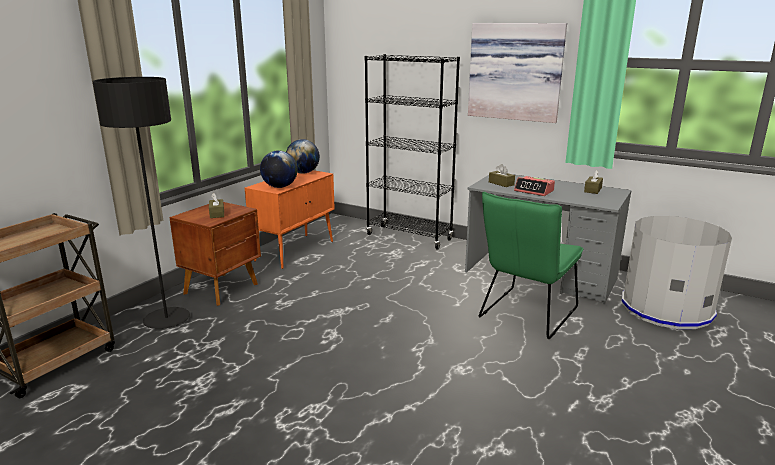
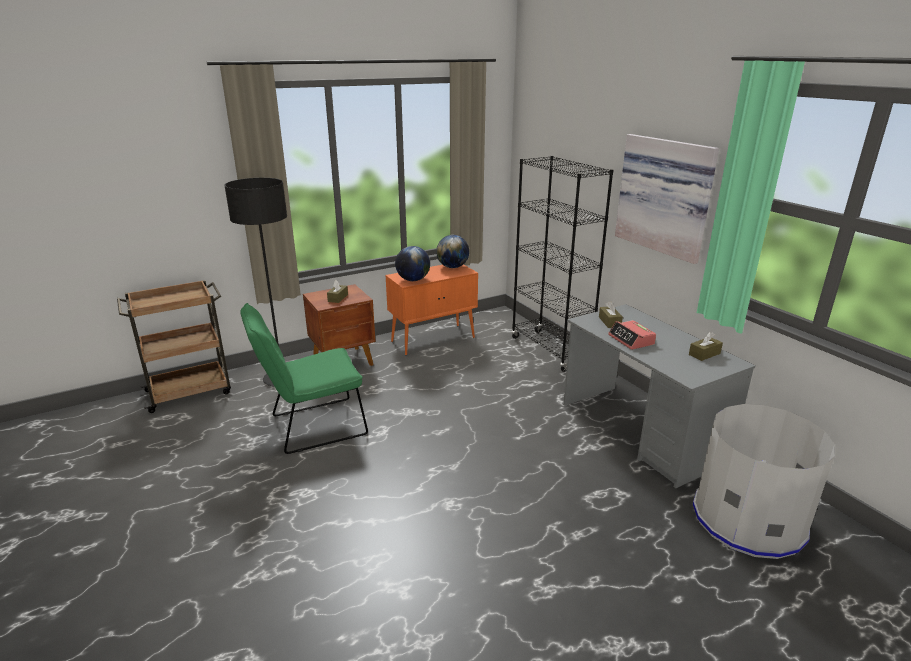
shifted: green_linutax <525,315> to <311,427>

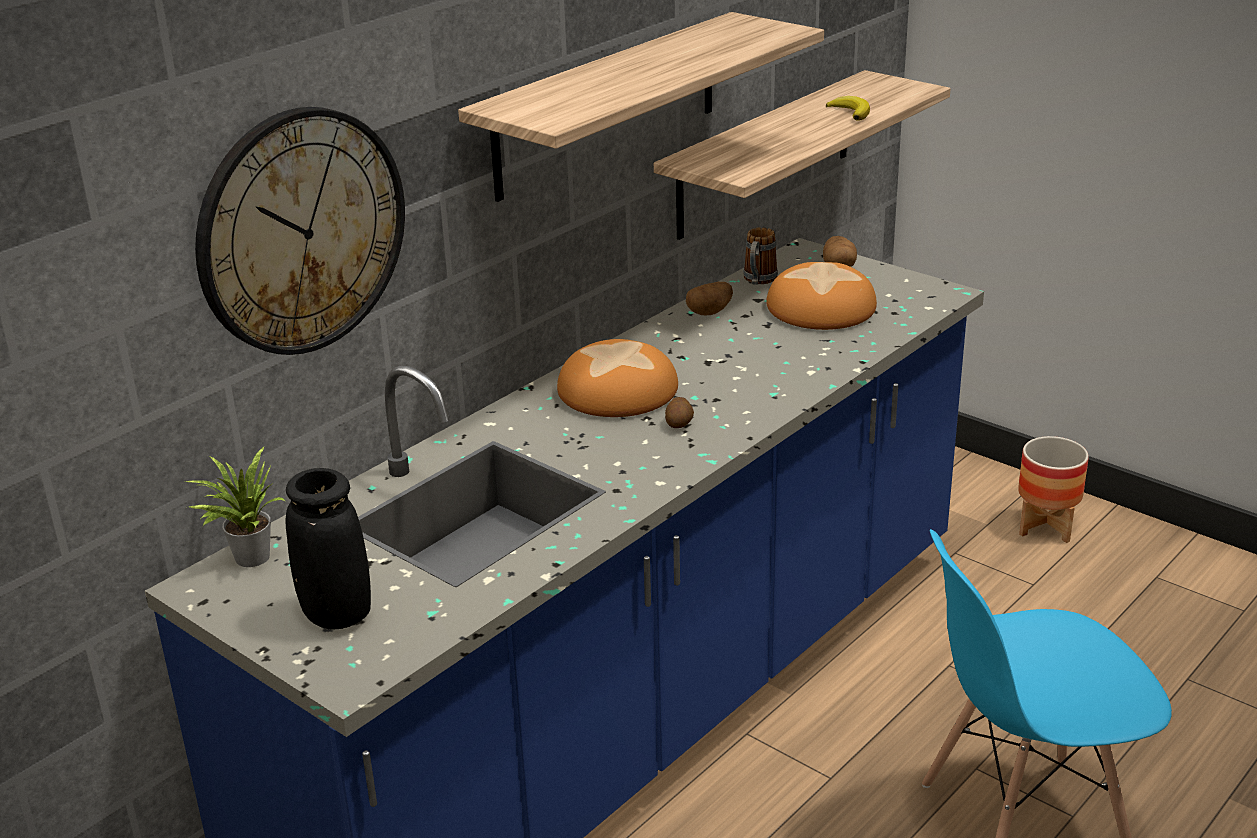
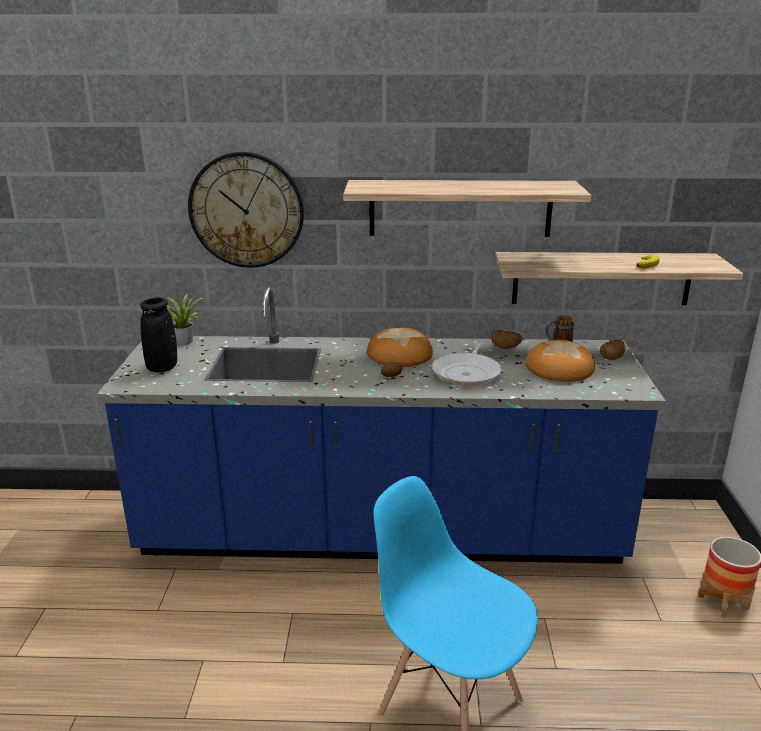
new: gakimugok <467,373>

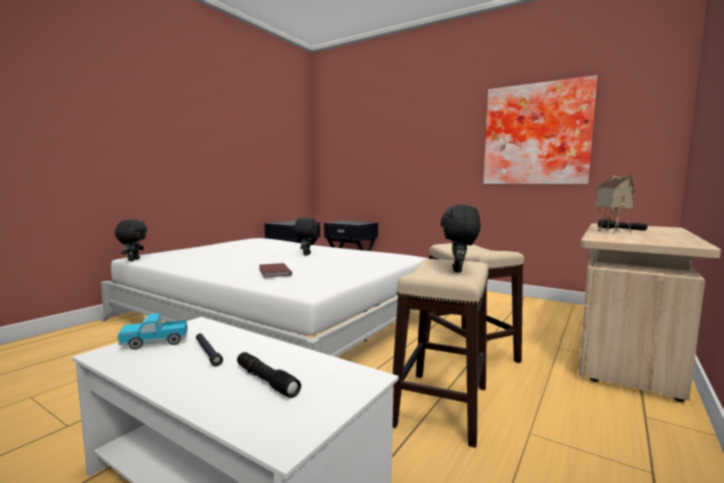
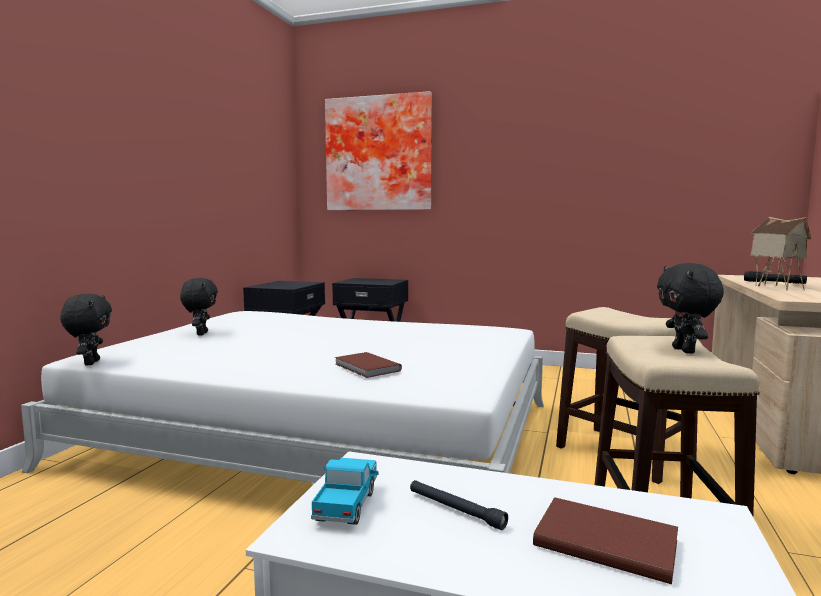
shifted: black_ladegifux <306,254> to <201,334>; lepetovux <536,135> to <379,154>
swapped: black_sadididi <266,381> to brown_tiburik <604,541>
rotated: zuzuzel <154,342> = <347,505> 135 degrees clockwise

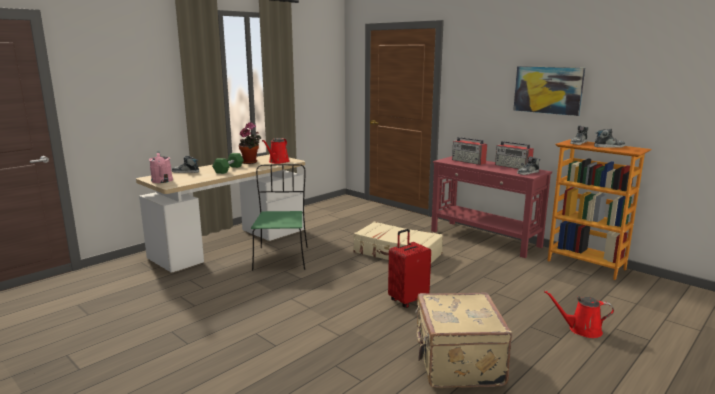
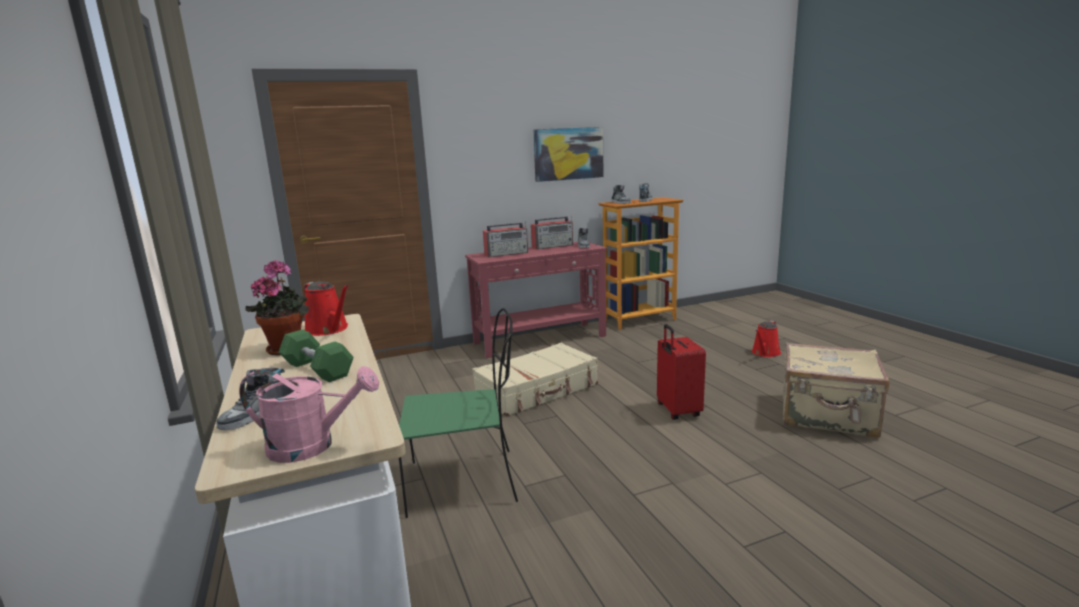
rotated: green_linutax <281,257> = <465,481> 150 degrees clockwise

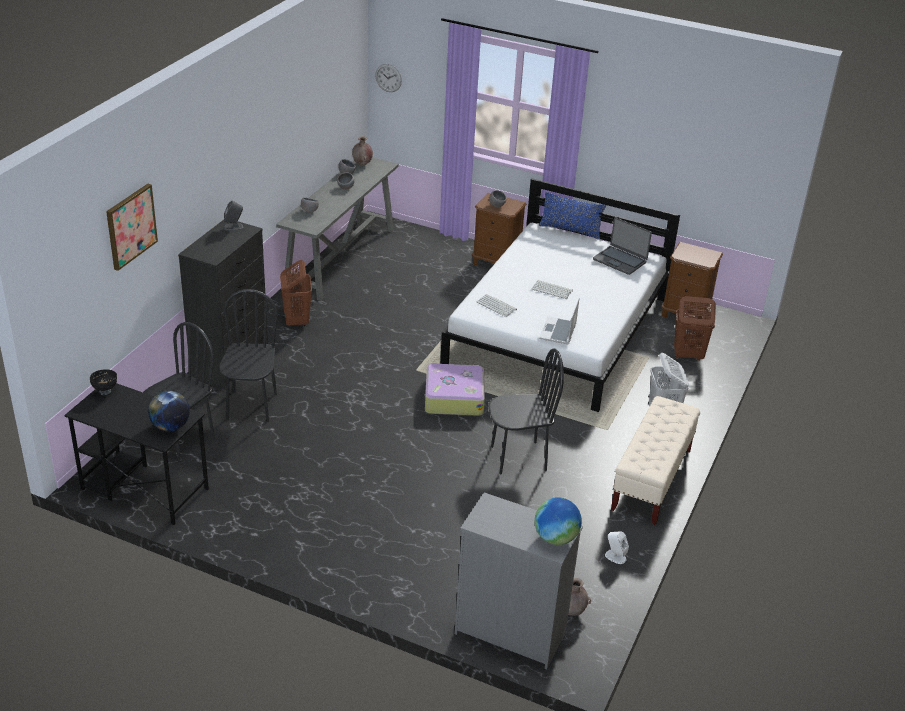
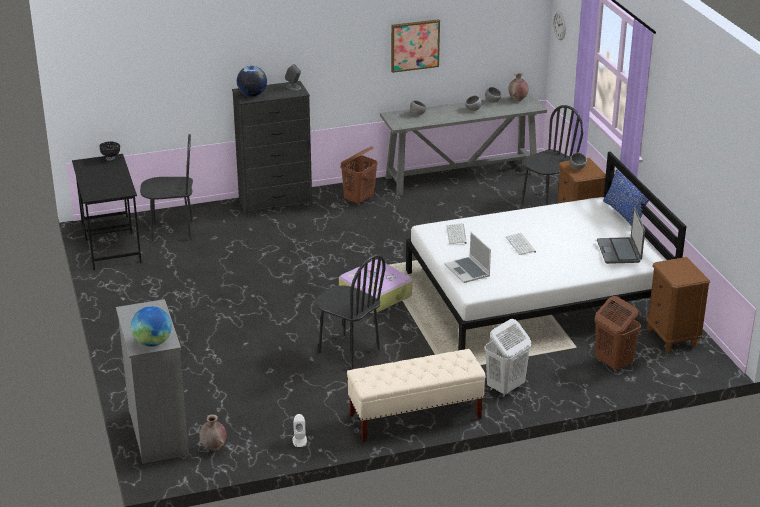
shifted: lepetovux <131,226> to <414,45>; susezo <170,427> to <252,95>; black_linutax <251,406> to <546,204>
rotated: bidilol <558,332> = <468,271> 90 degrees counterclockwise

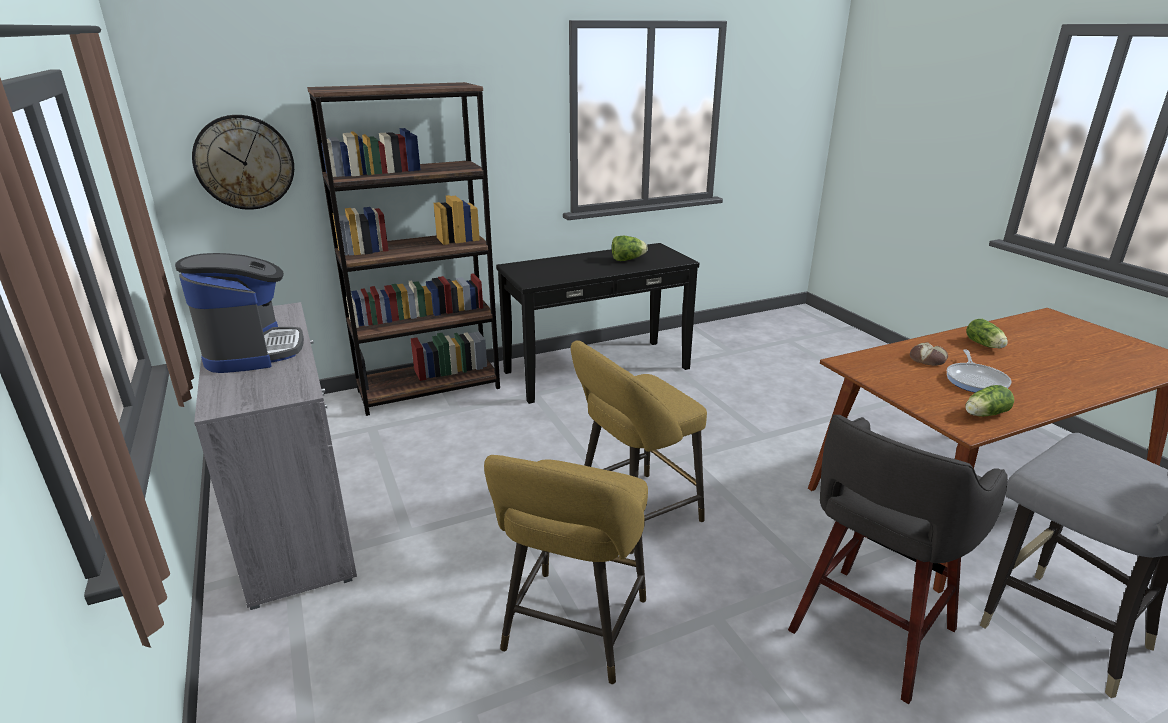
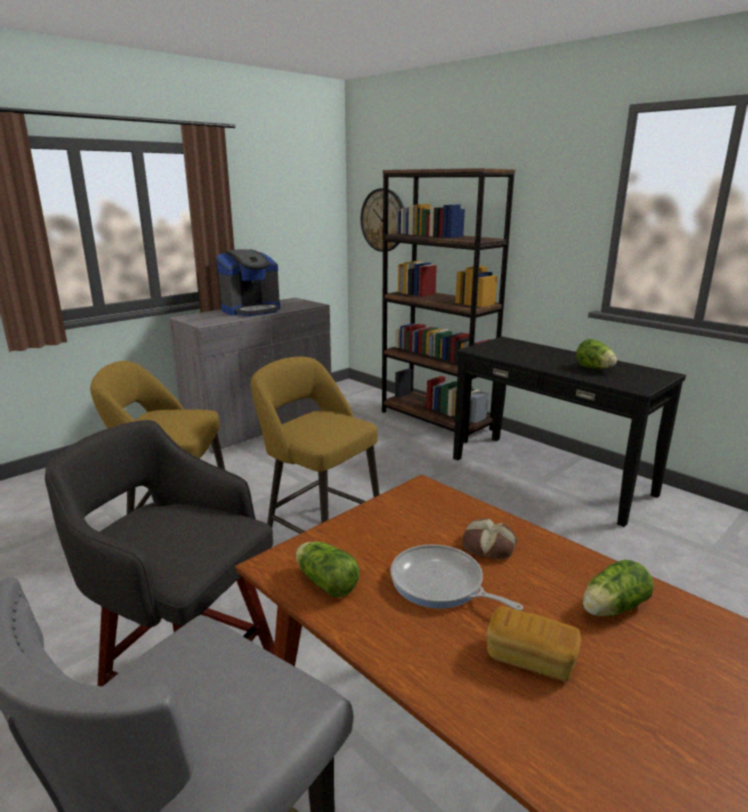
new: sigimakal <530,659>
rotated: gakimugok <976,380> = <441,584> 45 degrees clockwise

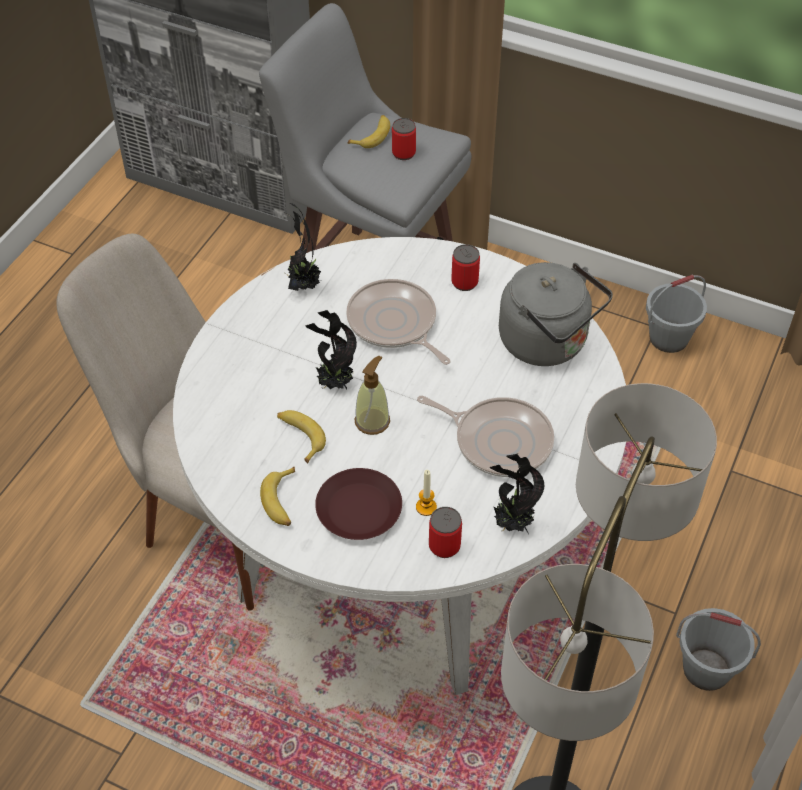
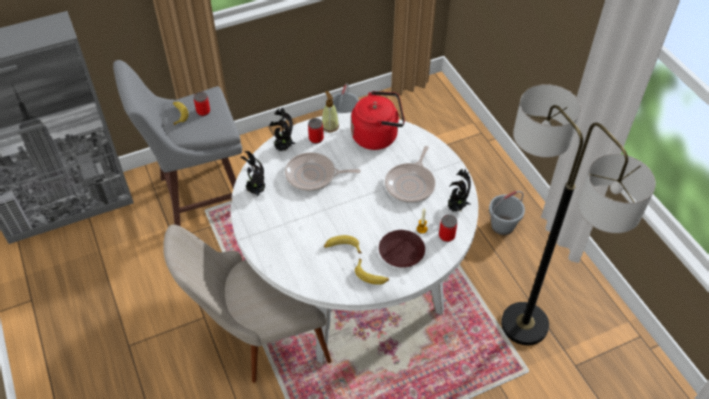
shifted: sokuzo <333,384> to <283,148>; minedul <372,421> to <330,126>
repainted: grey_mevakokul <548,343> to red_mevakokul <377,136>
rotated: gakimugok <498,440> = <411,184> 135 degrees clockwise

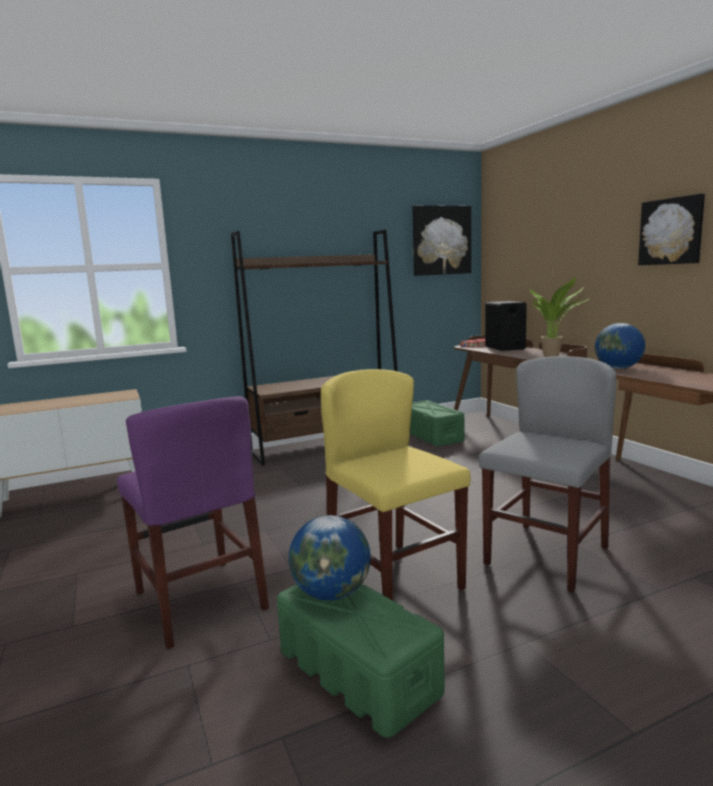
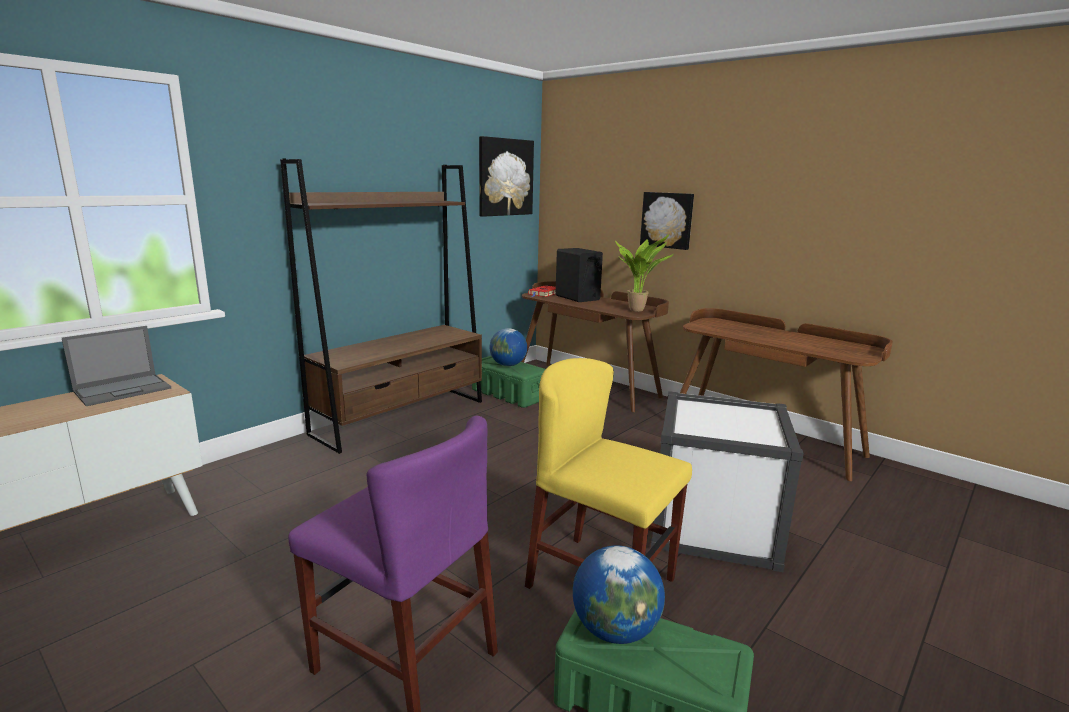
new: bidilol <124,389>
shifted: susezo <618,368> to <508,365>; lepetovux <671,231> to <667,220>
swapped: grey_linutax <546,555> to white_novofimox <714,525>

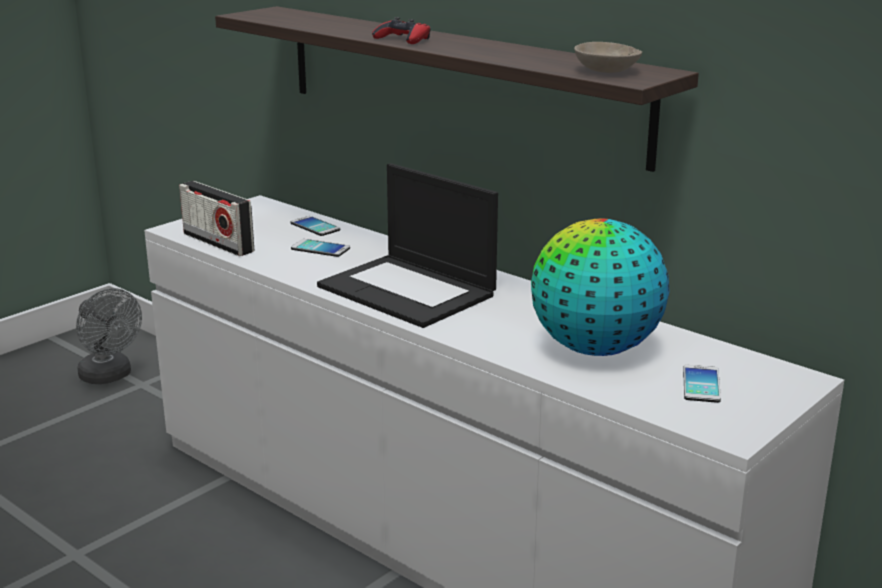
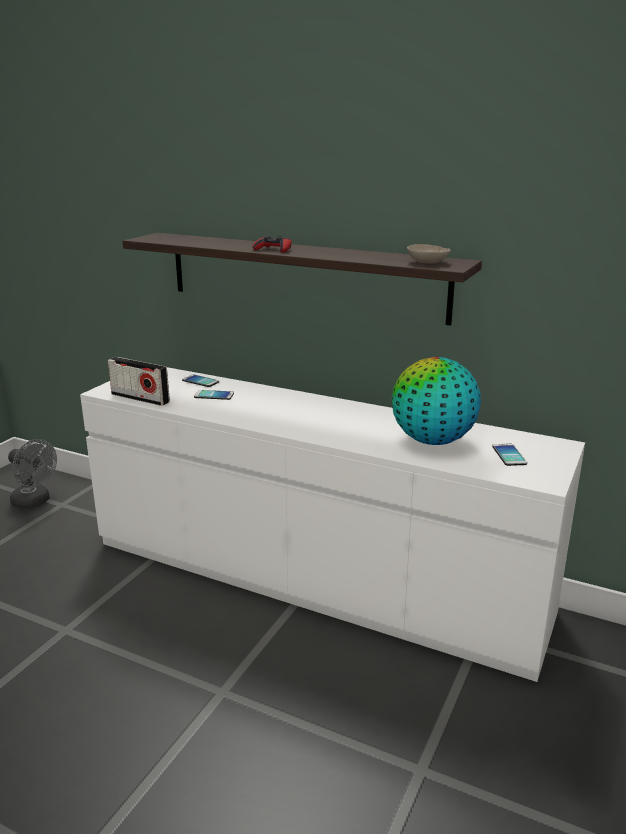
gone: bidilol <409,291>

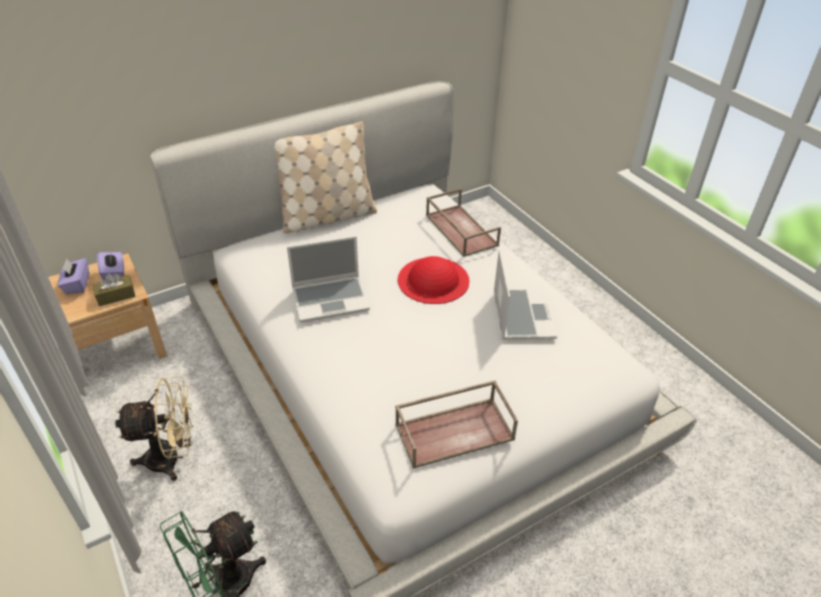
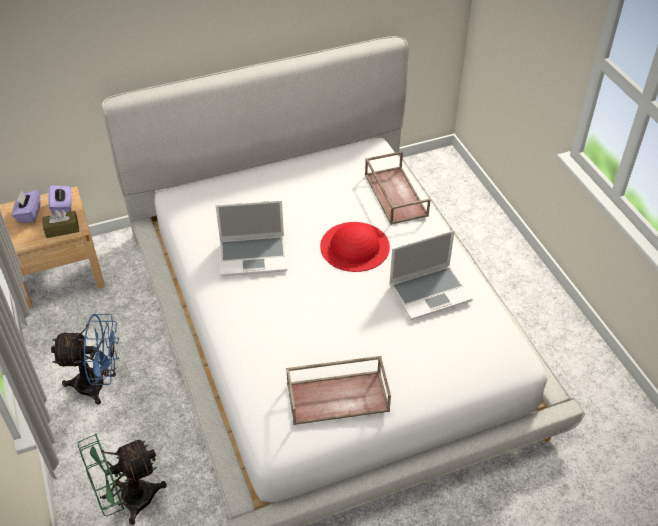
gone: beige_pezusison <327,216>
repainted: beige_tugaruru <172,459> to blue_tugaruru <98,384>
rotated: bidilol <521,315> = <430,292> 60 degrees clockwise

